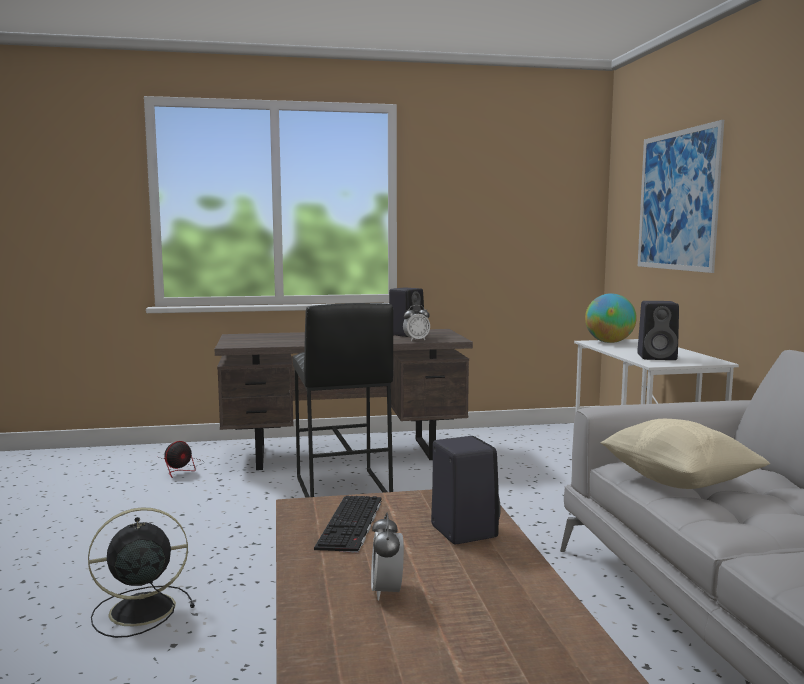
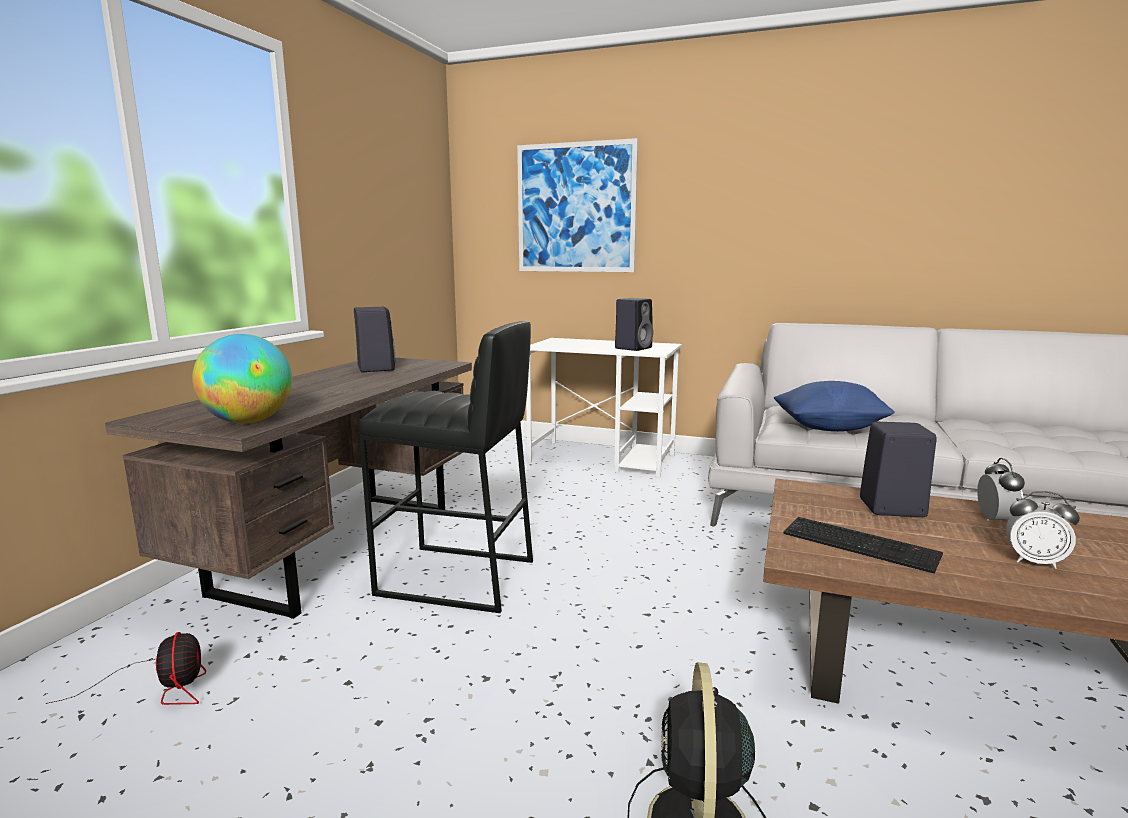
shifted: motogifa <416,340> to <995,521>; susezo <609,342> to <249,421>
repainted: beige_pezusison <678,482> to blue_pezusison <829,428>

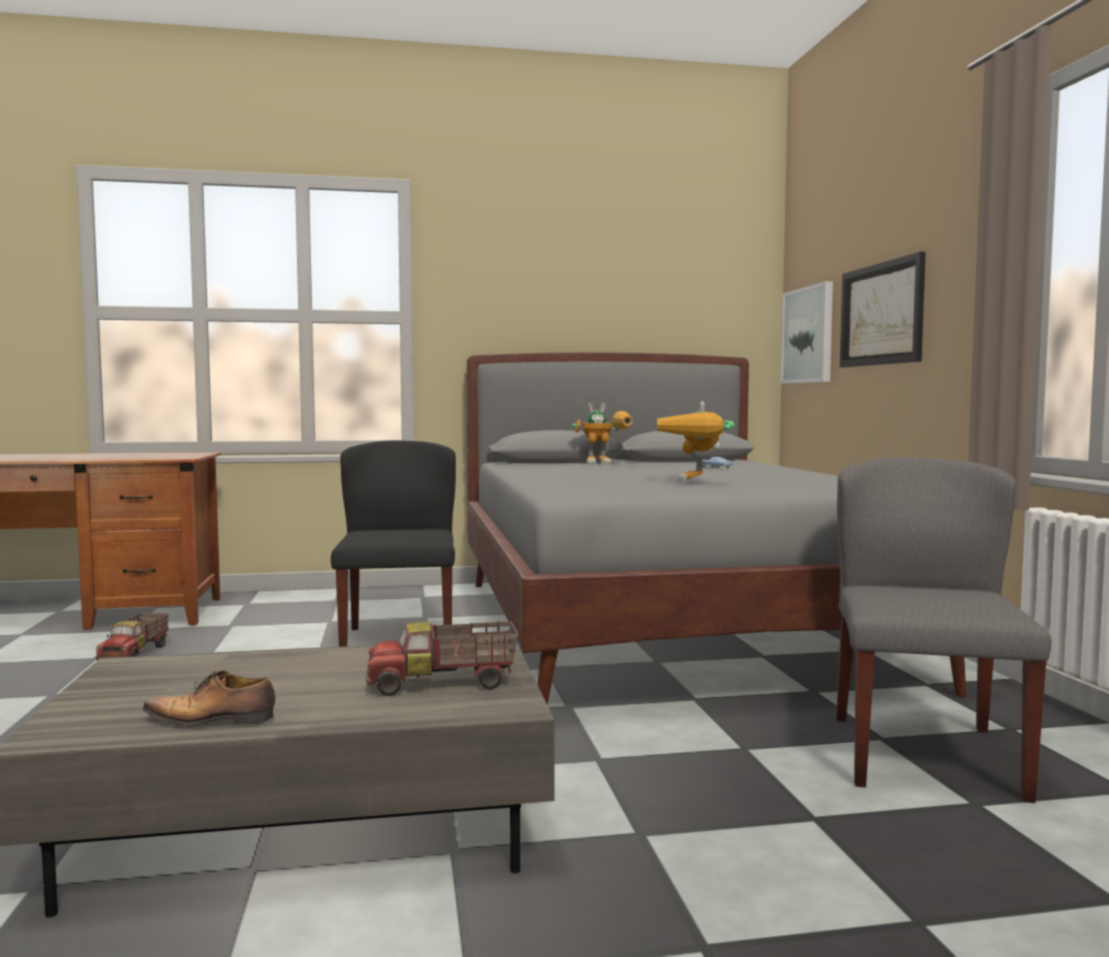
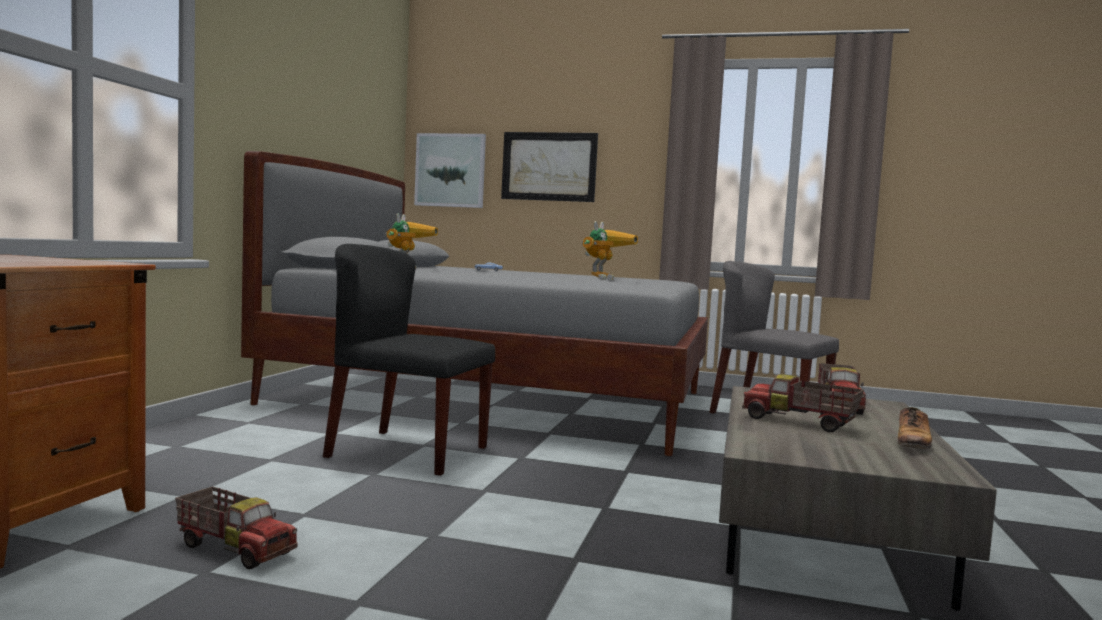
new: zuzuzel <799,423>
rotated: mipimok <697,482> = <603,279> 90 degrees counterclockwise

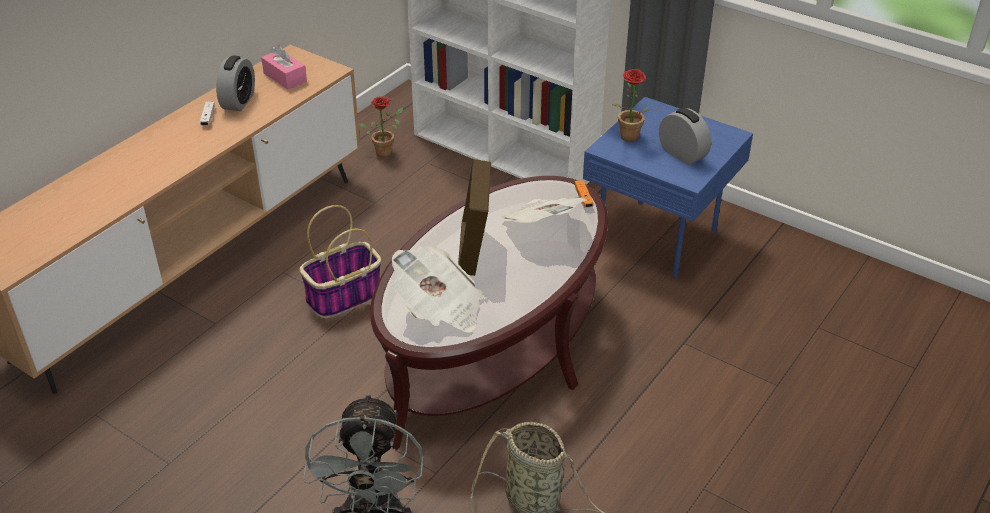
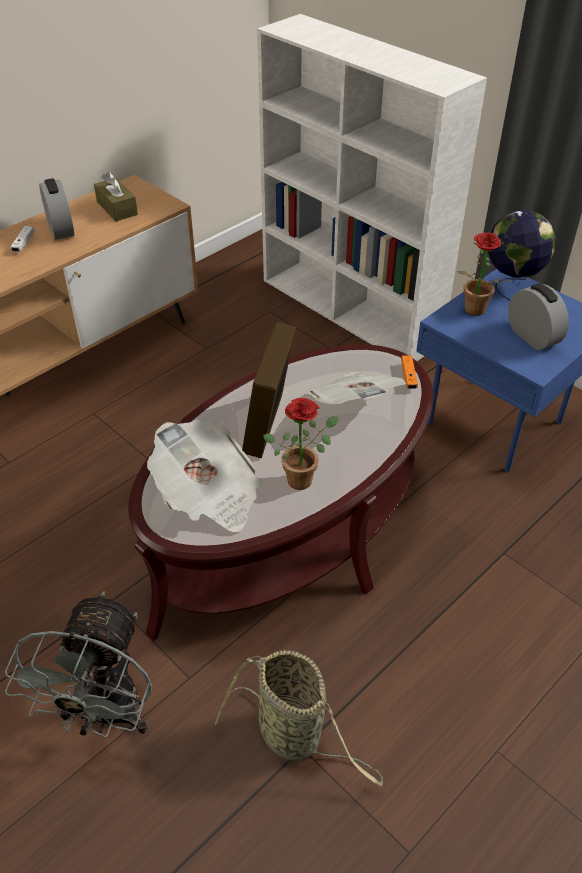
gone: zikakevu <343,297>
new: susezo <511,287>
shifted: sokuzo <386,151> to <303,477>
repainted: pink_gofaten <285,77> to brown_gofaten <117,208>
rotated: motogifa <238,101> = <61,229> 45 degrees counterclockwise

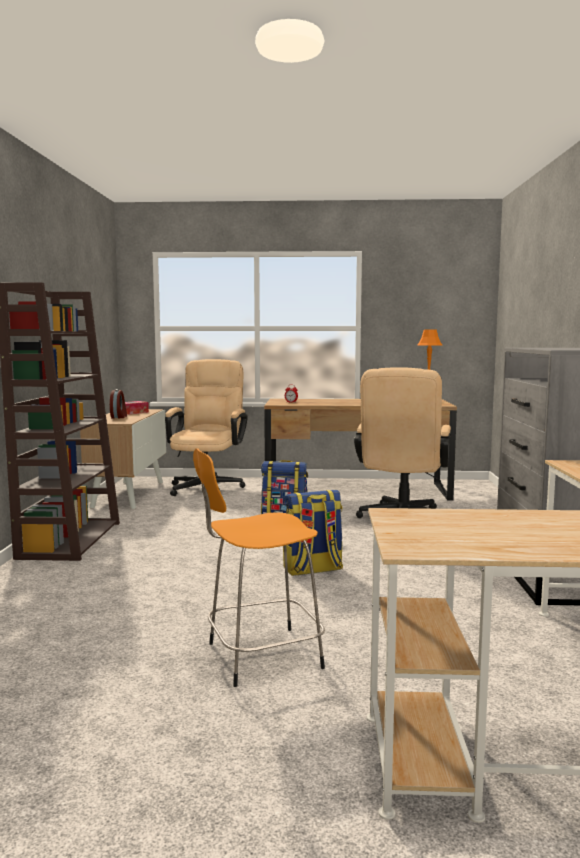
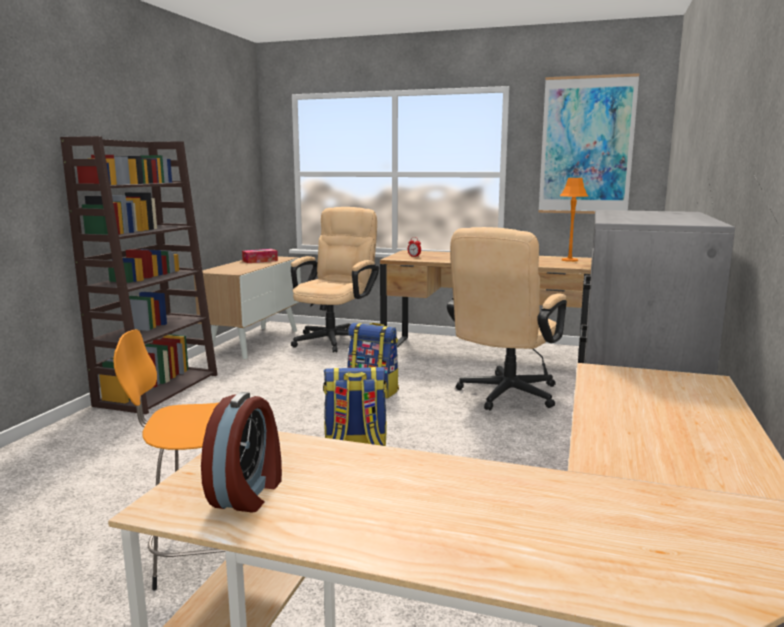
new: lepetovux <586,146>
shifted: motogifa <119,417> to <248,492>

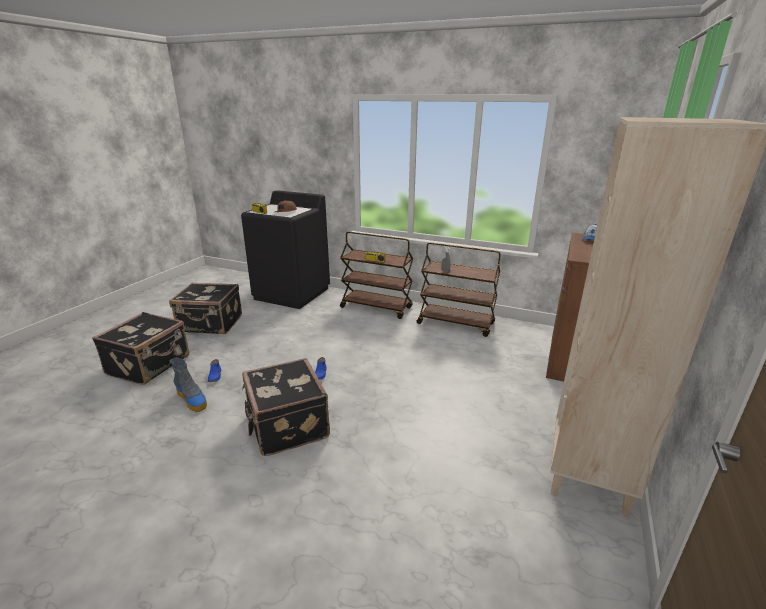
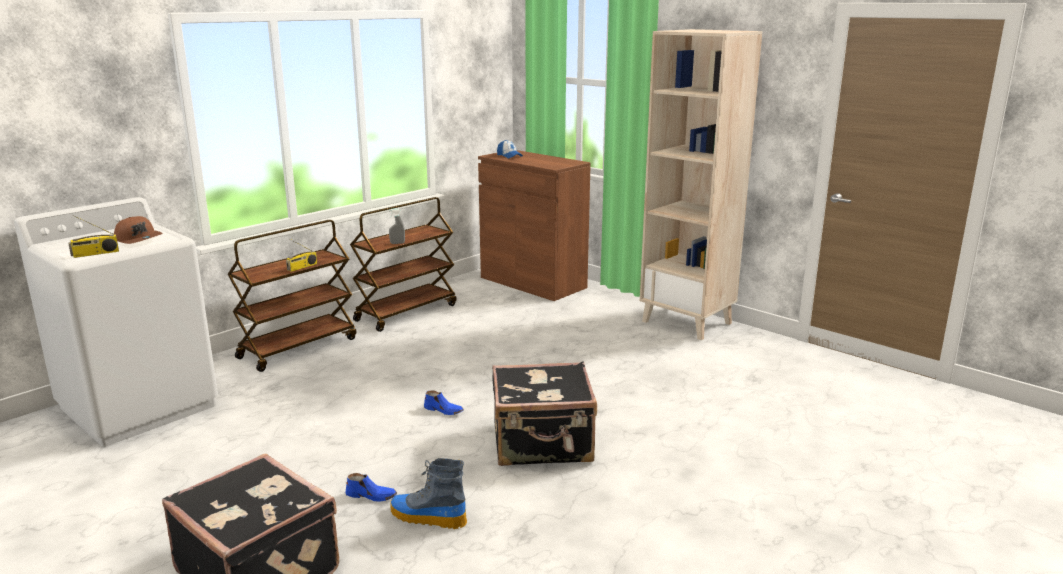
gone: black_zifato <211,324>
repainted: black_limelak <292,294> to white_limelak <139,406>
rotated: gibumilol <192,400> = <427,517> 135 degrees counterclockwise

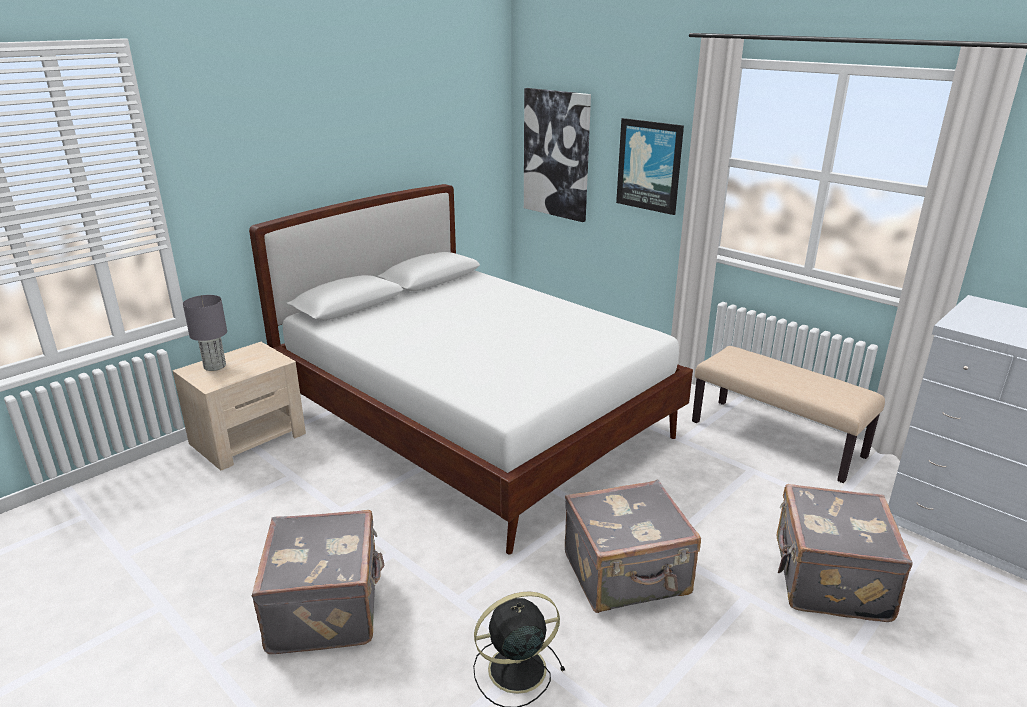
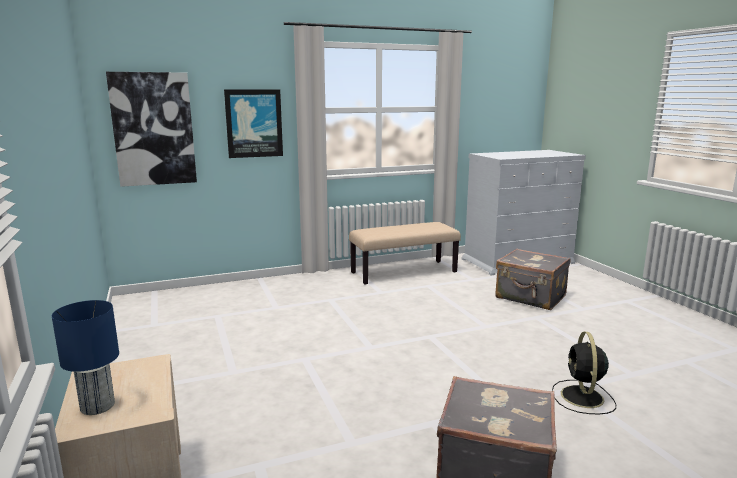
gone: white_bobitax <474,421>; grey_zifato <627,575>
repainted: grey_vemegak <215,366> to blue_vemegak <97,406>

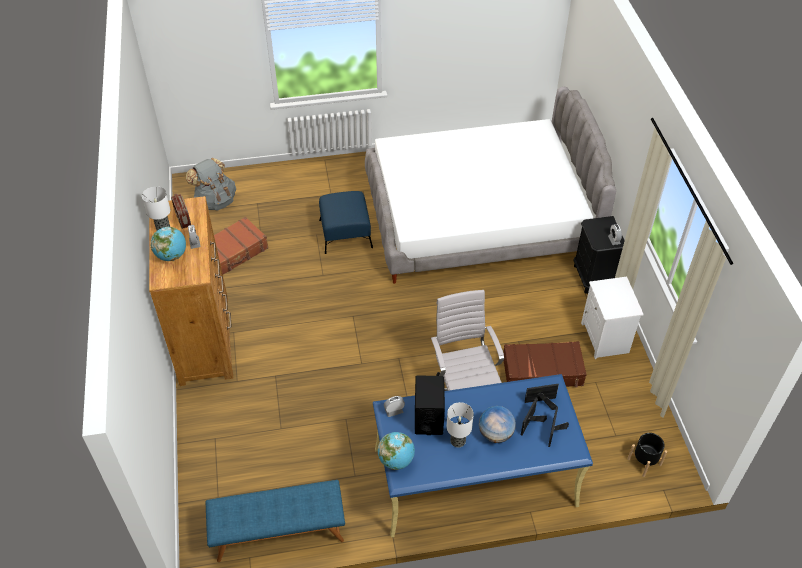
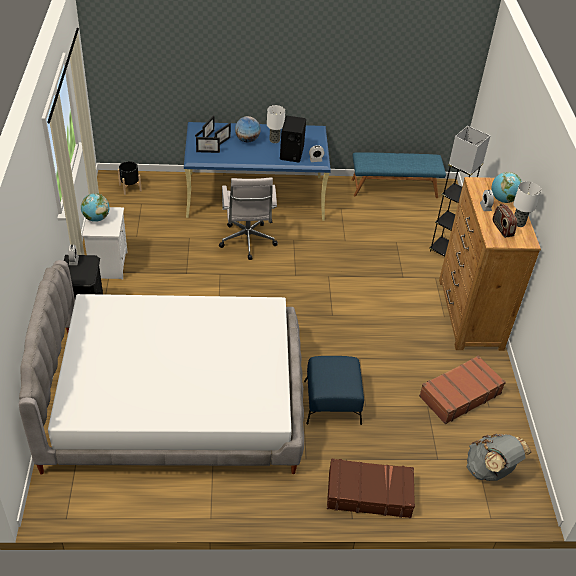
new: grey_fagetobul <444,250>
shifted: susezo <396,460> to <96,218>; brown_zifato <542,371> to <369,493>

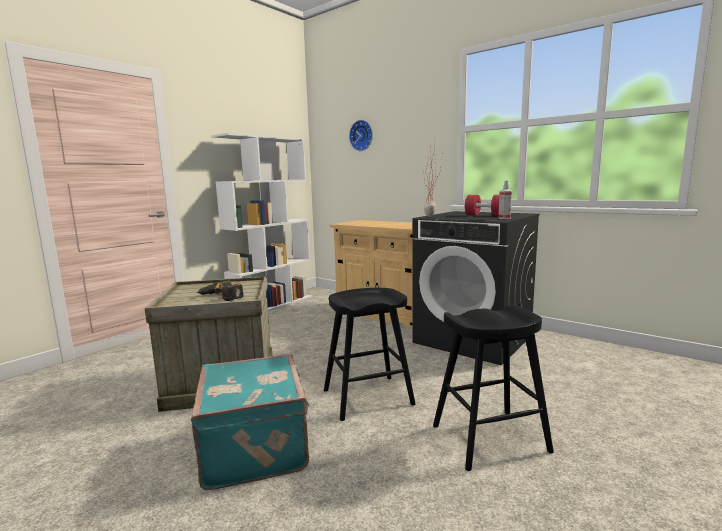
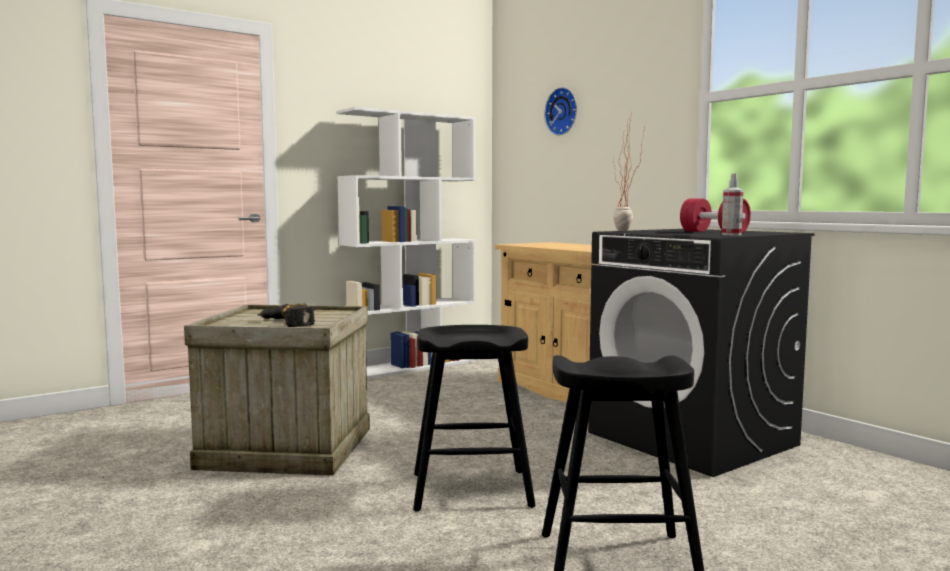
gone: turquoise_zifato <257,446>

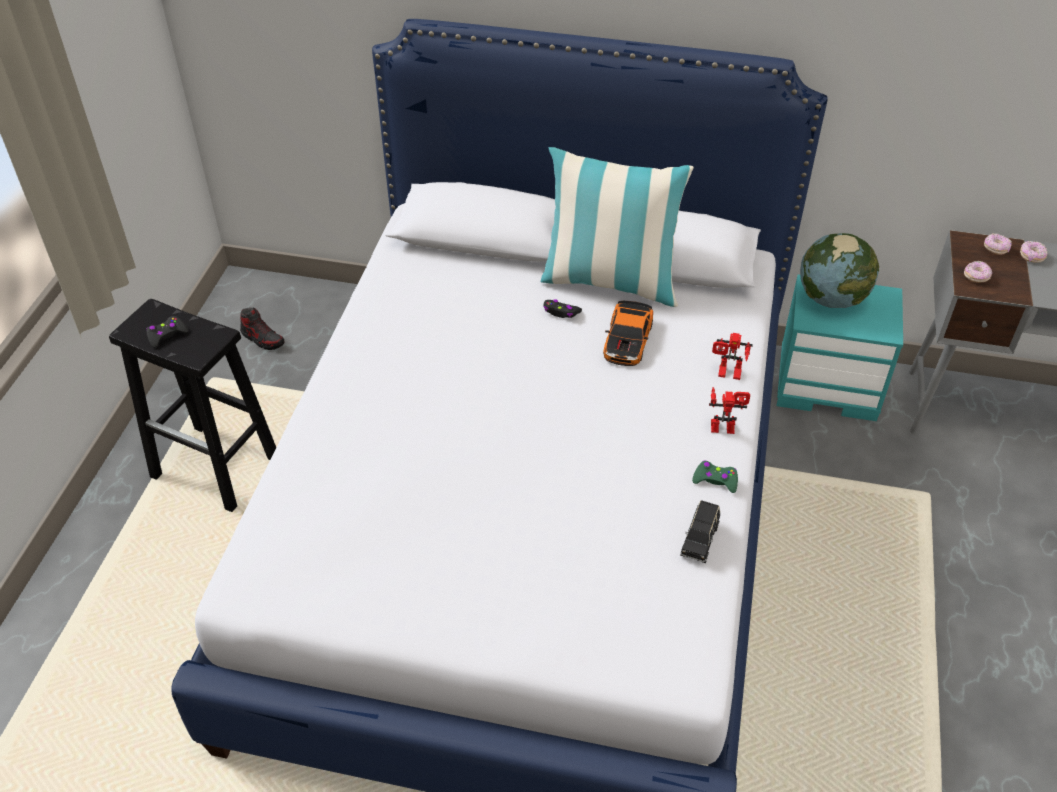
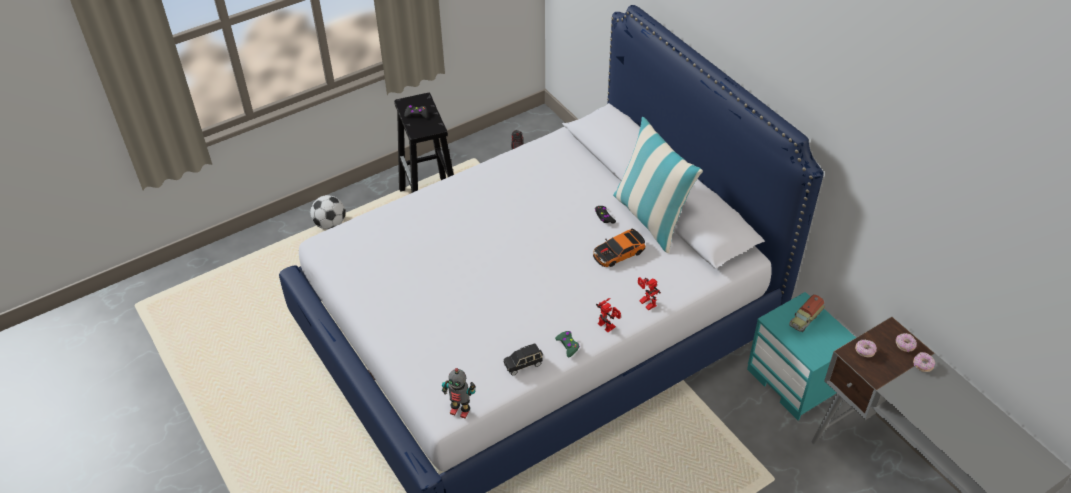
new: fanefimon <330,224>; mipimok <460,410>
swapped: susezo <831,299> to zuzuzel <805,318>

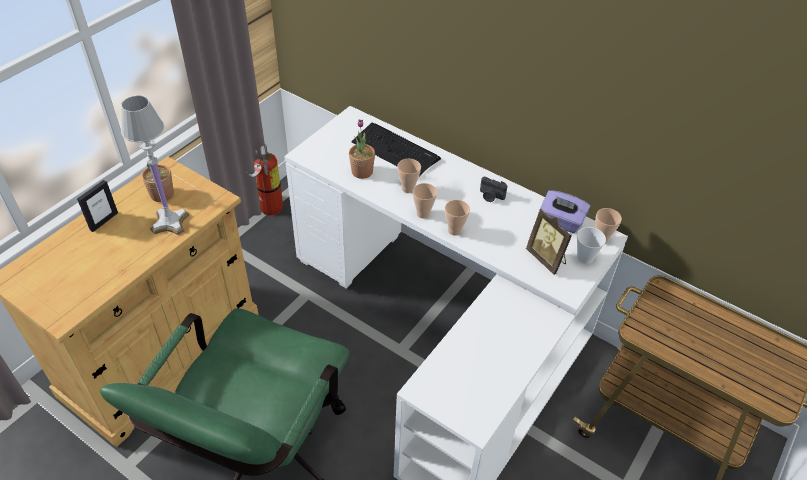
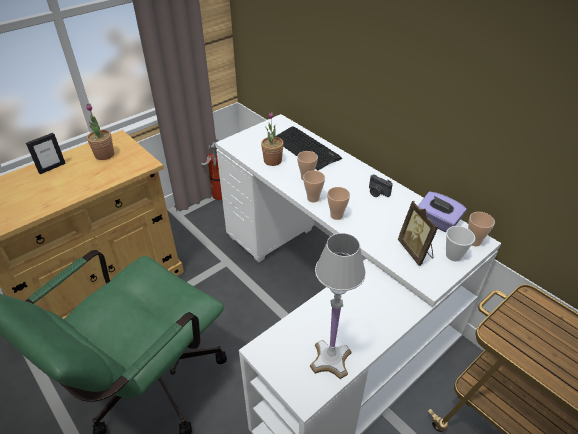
shifted: white_vemegak <170,222> to <330,359>

